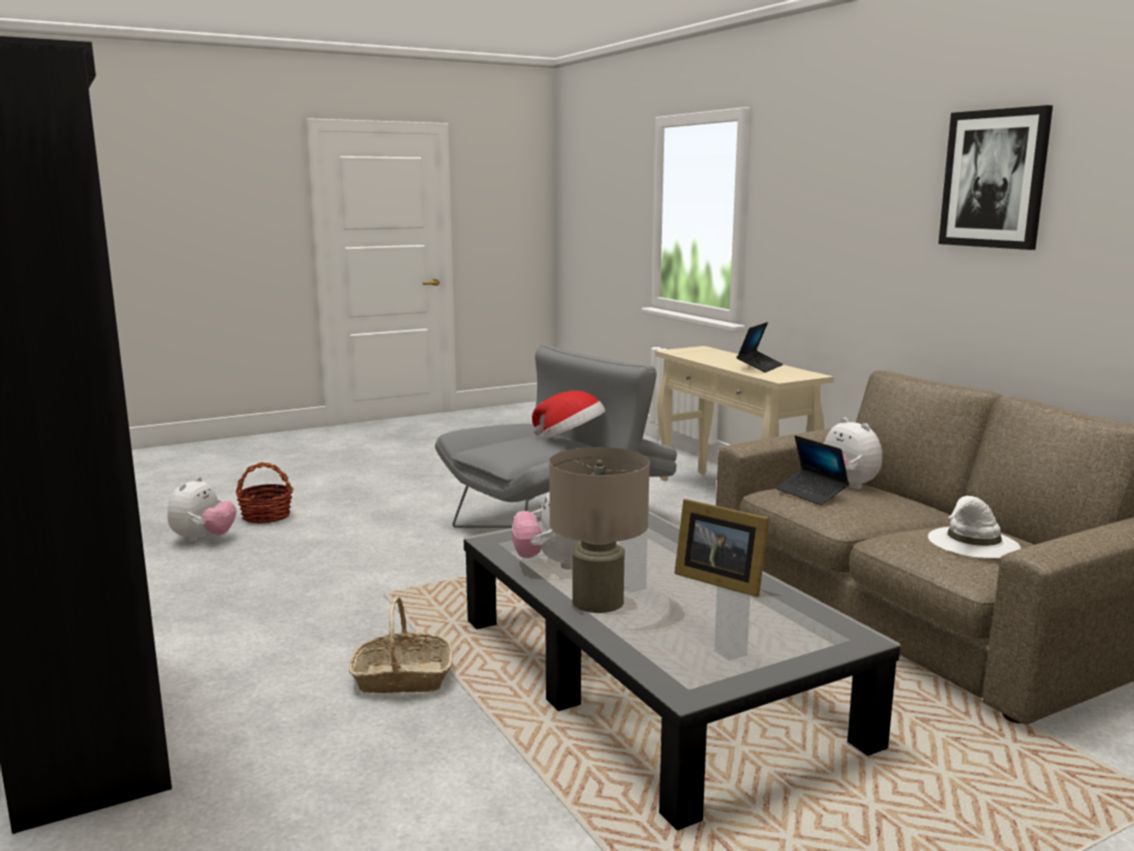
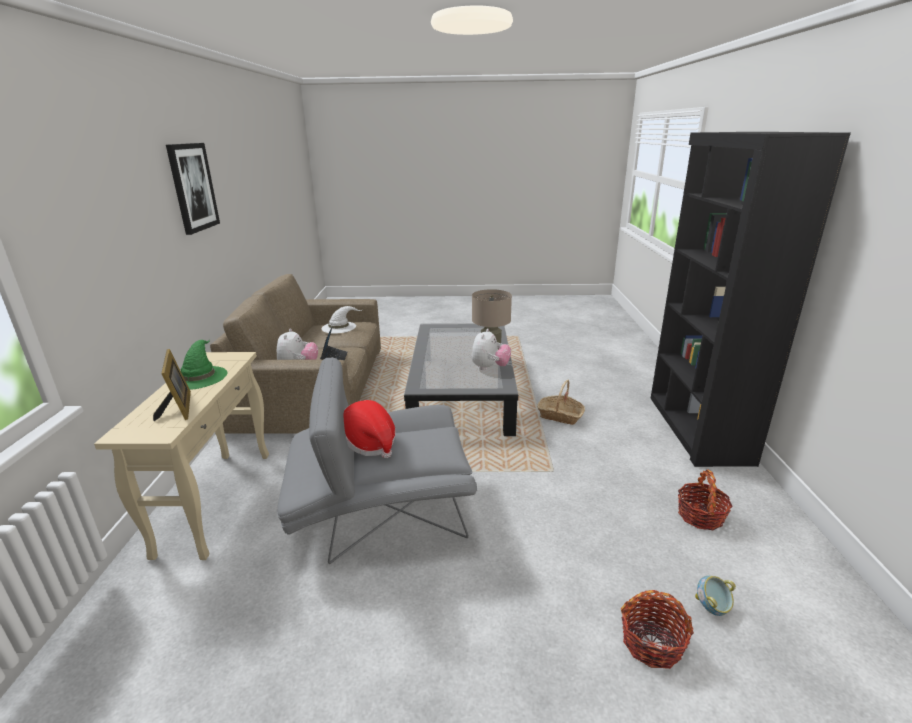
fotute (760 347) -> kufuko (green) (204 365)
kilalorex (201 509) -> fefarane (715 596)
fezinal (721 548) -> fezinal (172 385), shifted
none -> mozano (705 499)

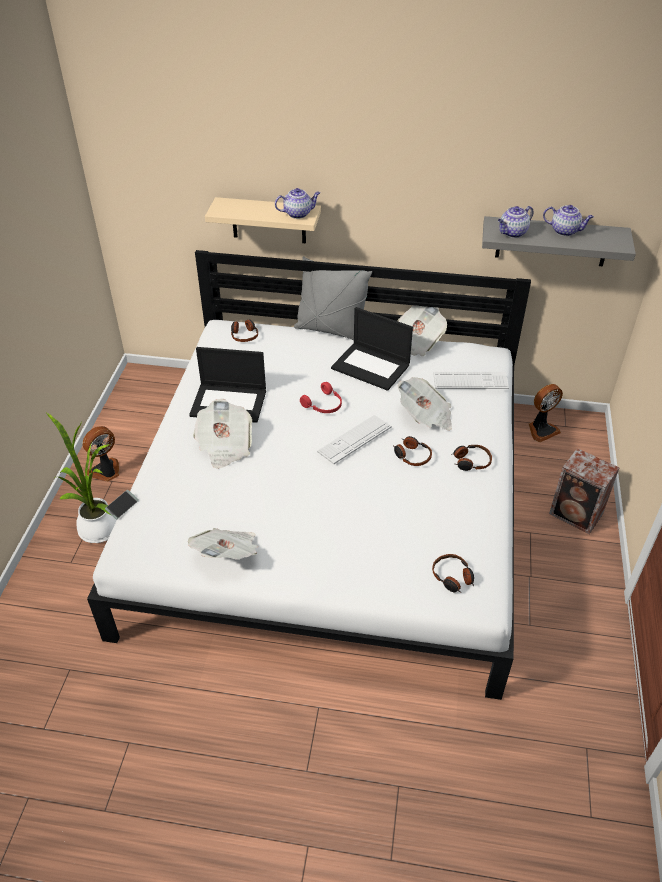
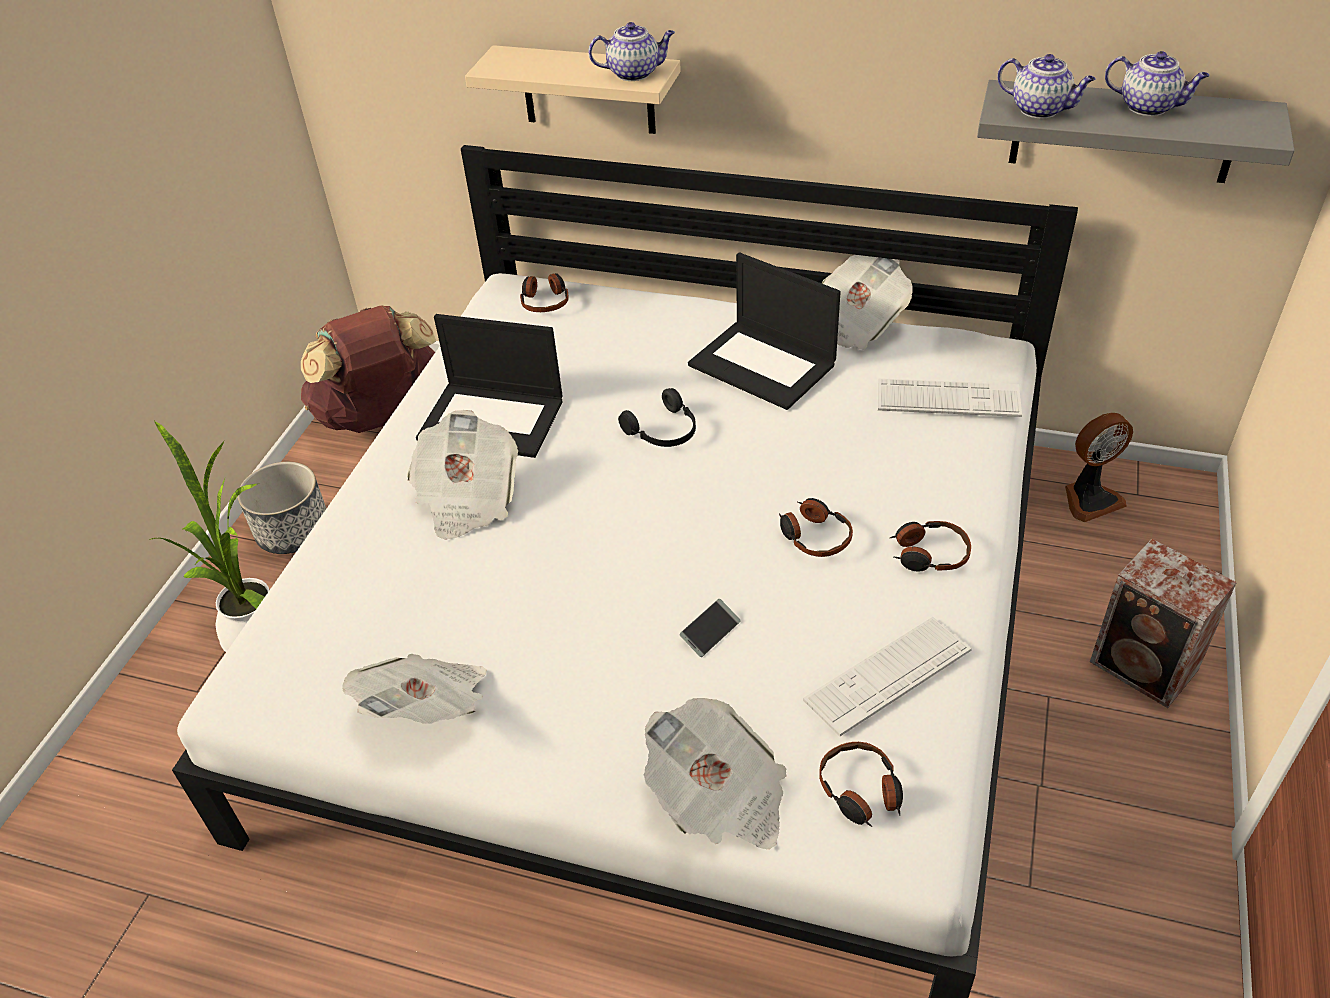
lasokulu (515 222) -> lasokulu (1047 86), 120 degrees counterclockwise
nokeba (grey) (333 298) -> none
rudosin (425 403) -> rudosin (715 773), shifted
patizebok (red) (321 397) -> patizebok (black) (657 417)
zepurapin (354 439) -> zepurapin (887 676), shifted
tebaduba (101 454) -> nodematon (282 508)
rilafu (122 504) -> rilafu (710 628), shifted
none -> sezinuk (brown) (368 369)

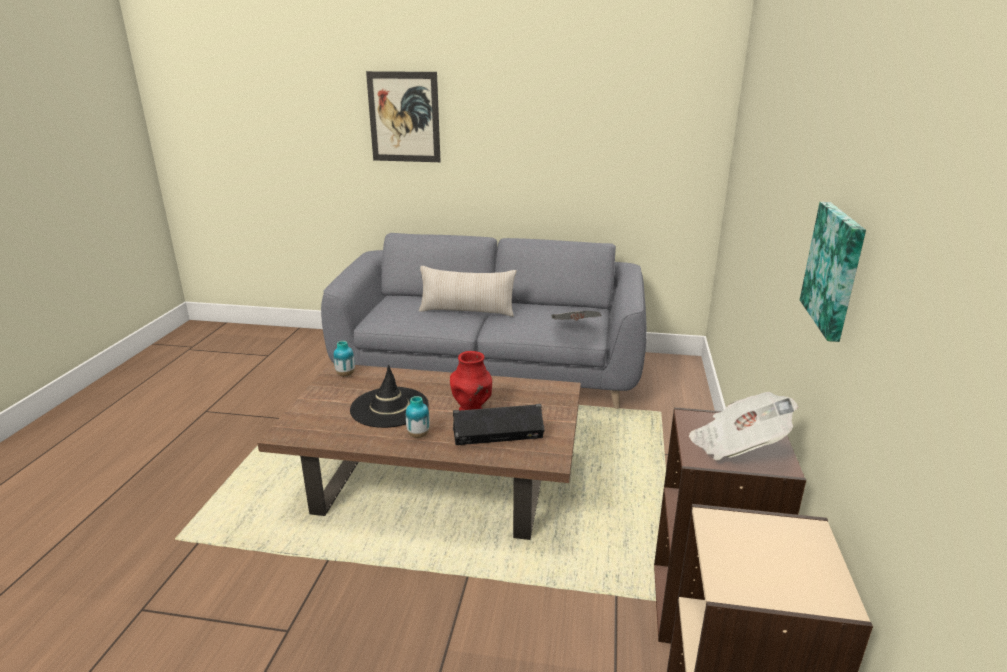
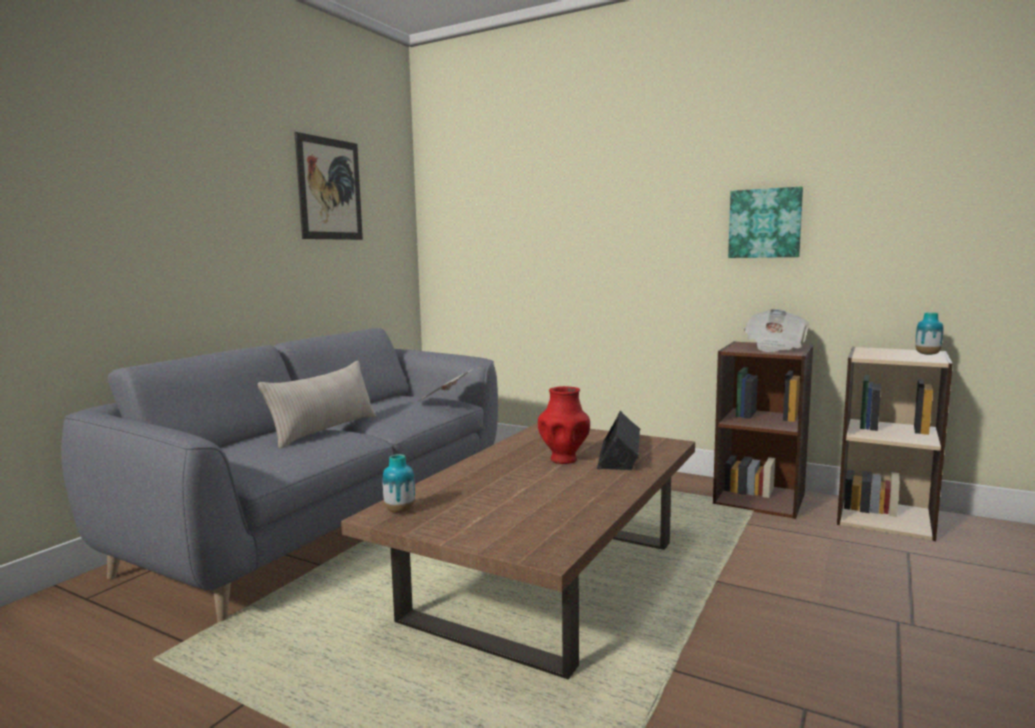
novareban (403 116) -> novareban (328 186), shifted
kufuko (black) (389 396) -> none
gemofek (418 417) -> gemofek (929 333), shifted

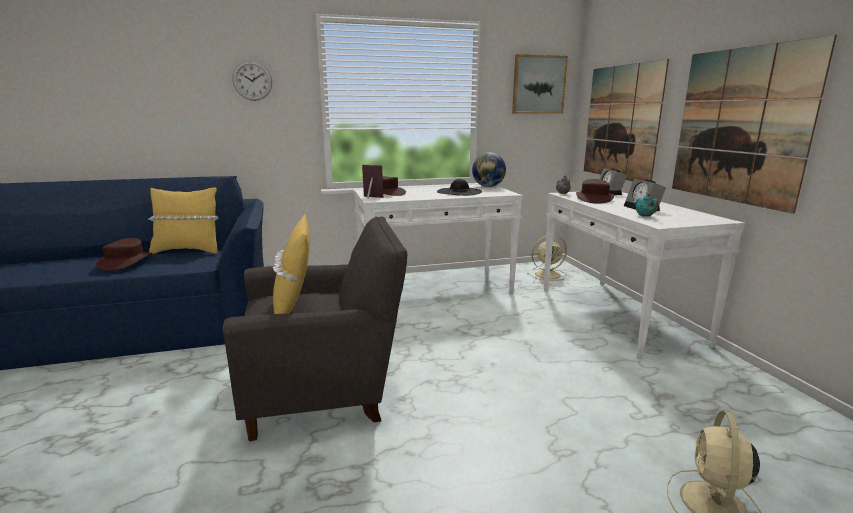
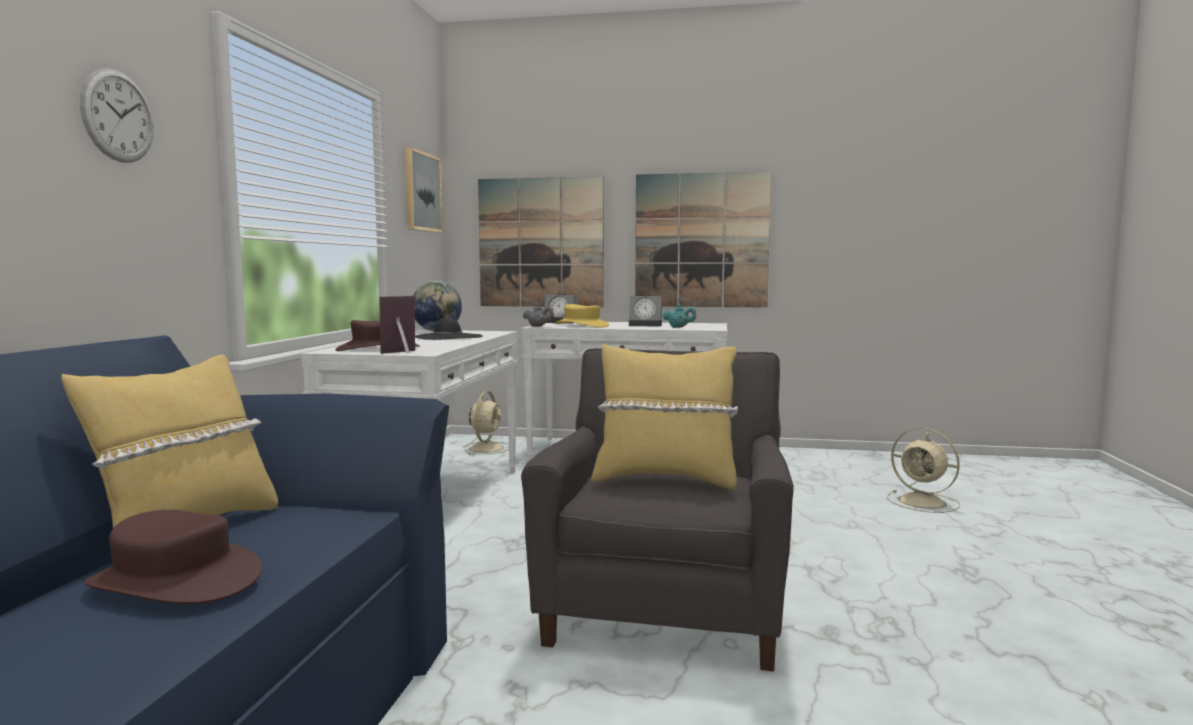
kufuko (brown) (595 191) -> kufuko (yellow) (582 316)

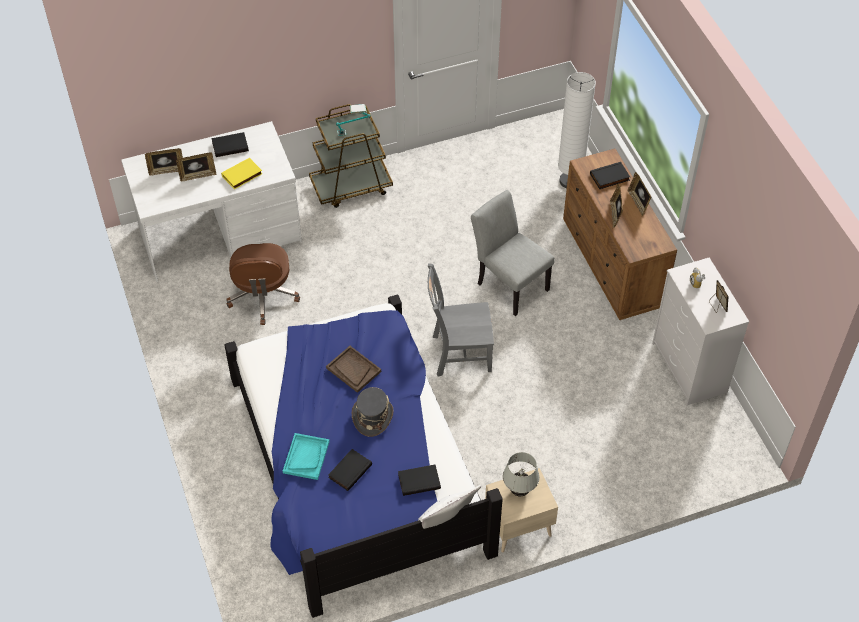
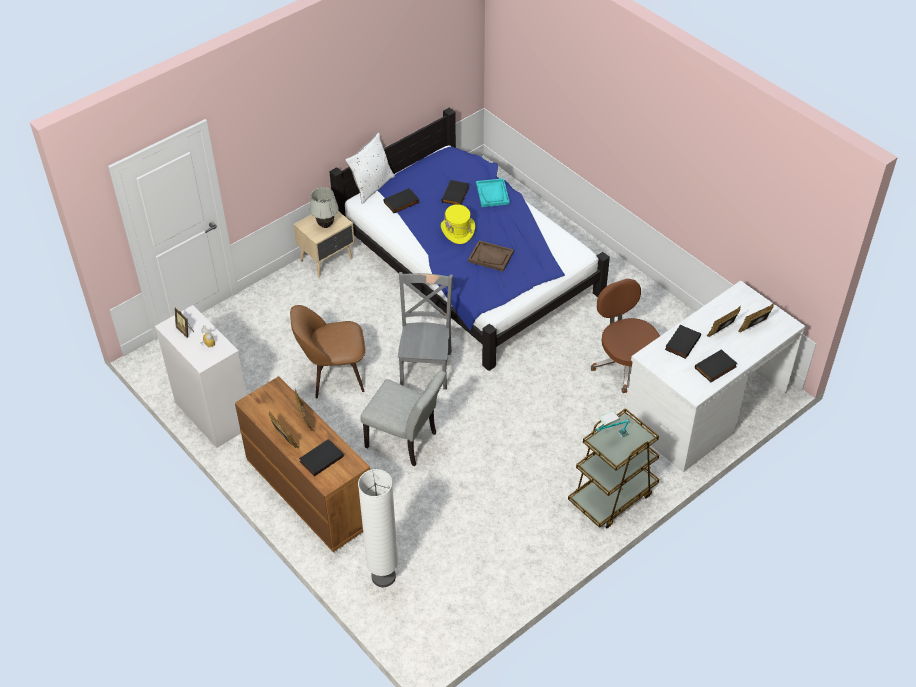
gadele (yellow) (241 173) -> gadele (black) (683 342)
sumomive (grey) (461 320) -> sumomive (grey) (425 331), 60 degrees counterclockwise
kufuko (grey) (373 412) -> kufuko (yellow) (458 224)
none -> sumomive (brown) (328 352)

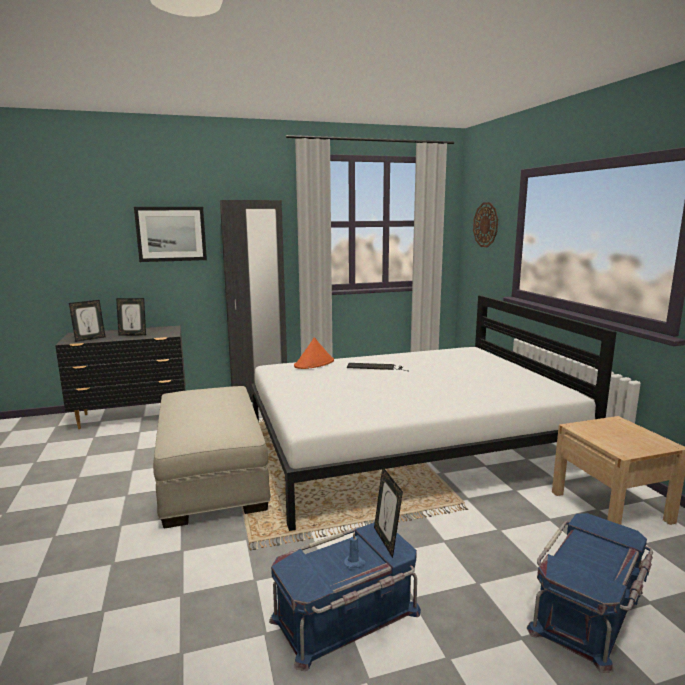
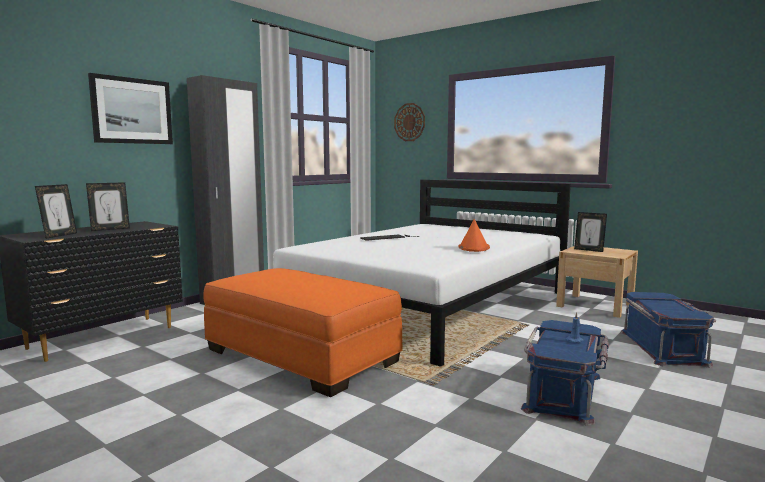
kufuko (orange) (314 353) -> kufuko (orange) (474 235), shifted
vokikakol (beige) (212 457) -> vokikakol (orange) (303 332)
fezinal (388 512) -> fezinal (590 232), shifted

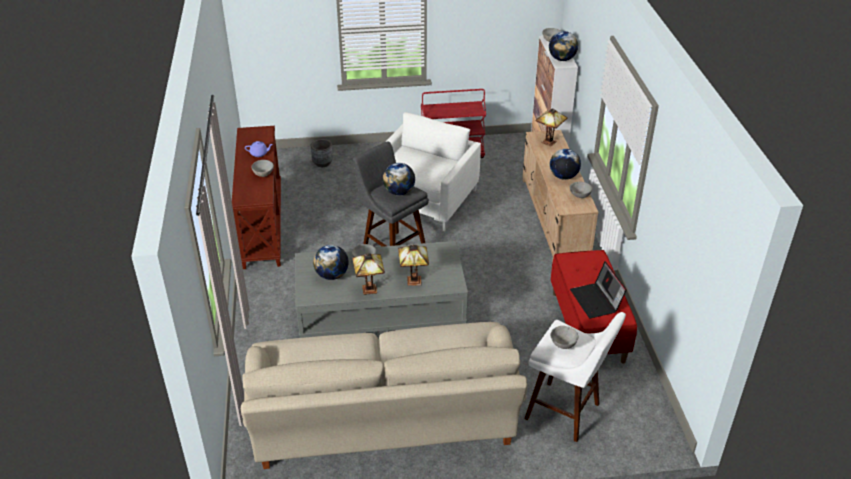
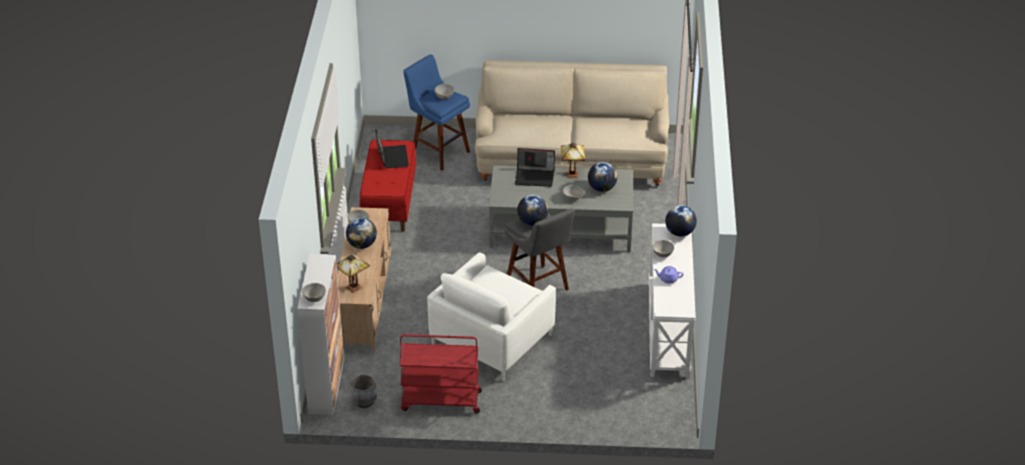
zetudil (563 46) -> zetudil (681 221), shifted
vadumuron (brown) (256 197) -> vadumuron (white) (672 300)
nodematon (grey) (322 153) -> nodematon (grey) (363 391), shifted
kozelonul (413 265) -> fotute (535 167)
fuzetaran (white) (575 377) -> fuzetaran (blue) (436 112)

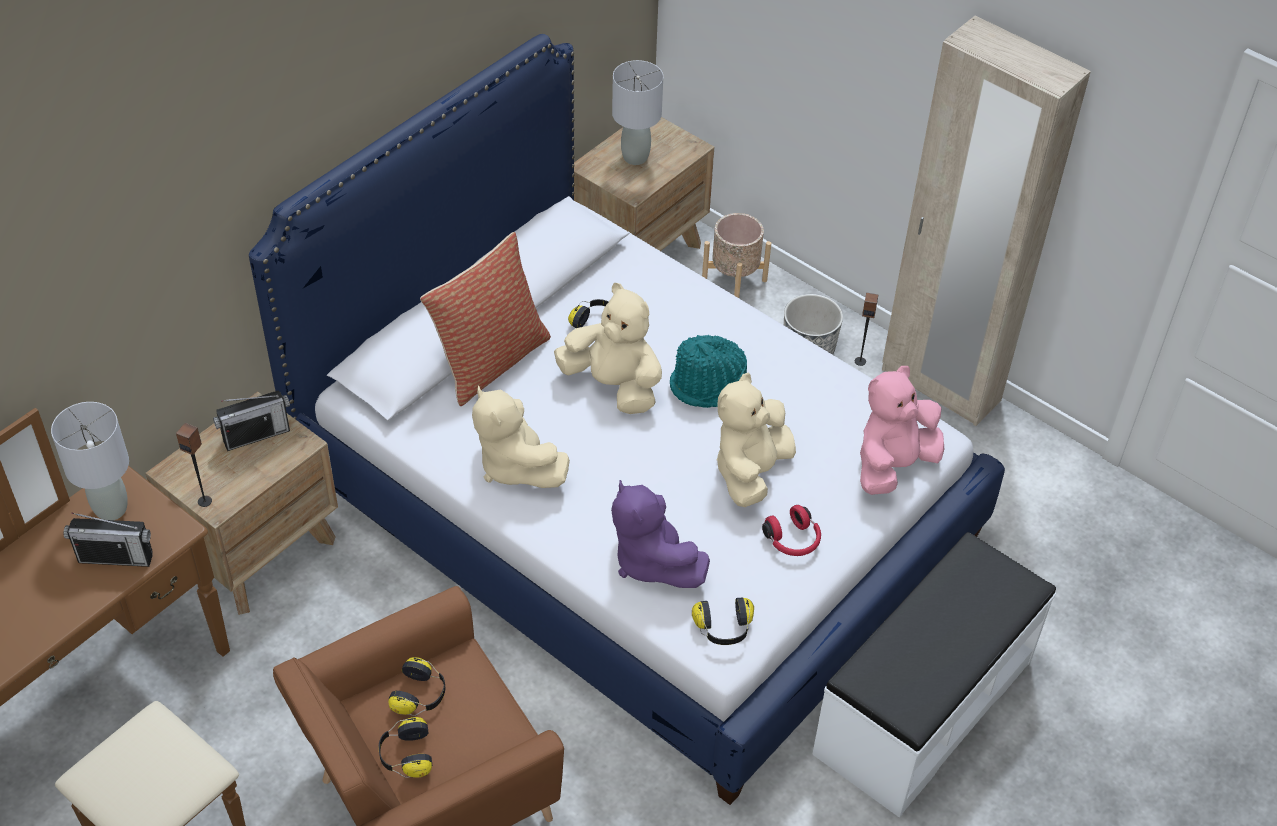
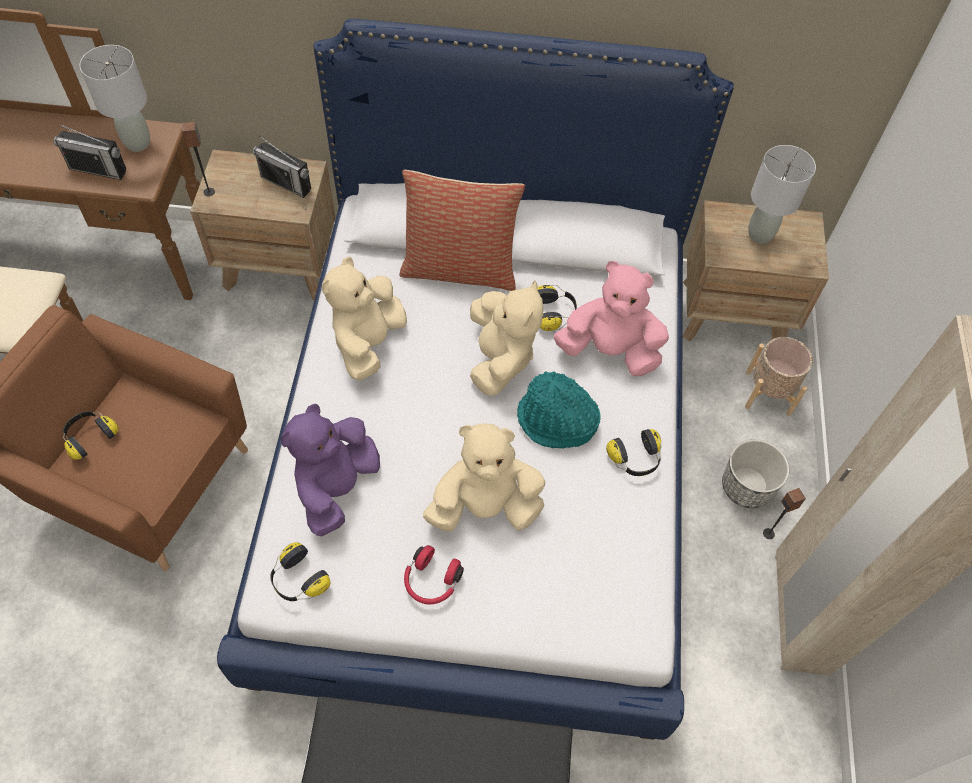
kilalorex (pink) (902 430) -> kilalorex (pink) (611 318), shifted
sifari (108 540) -> sifari (90 151), 45 degrees counterclockwise
patizebok (416 686) -> patizebok (633 452), shifted

